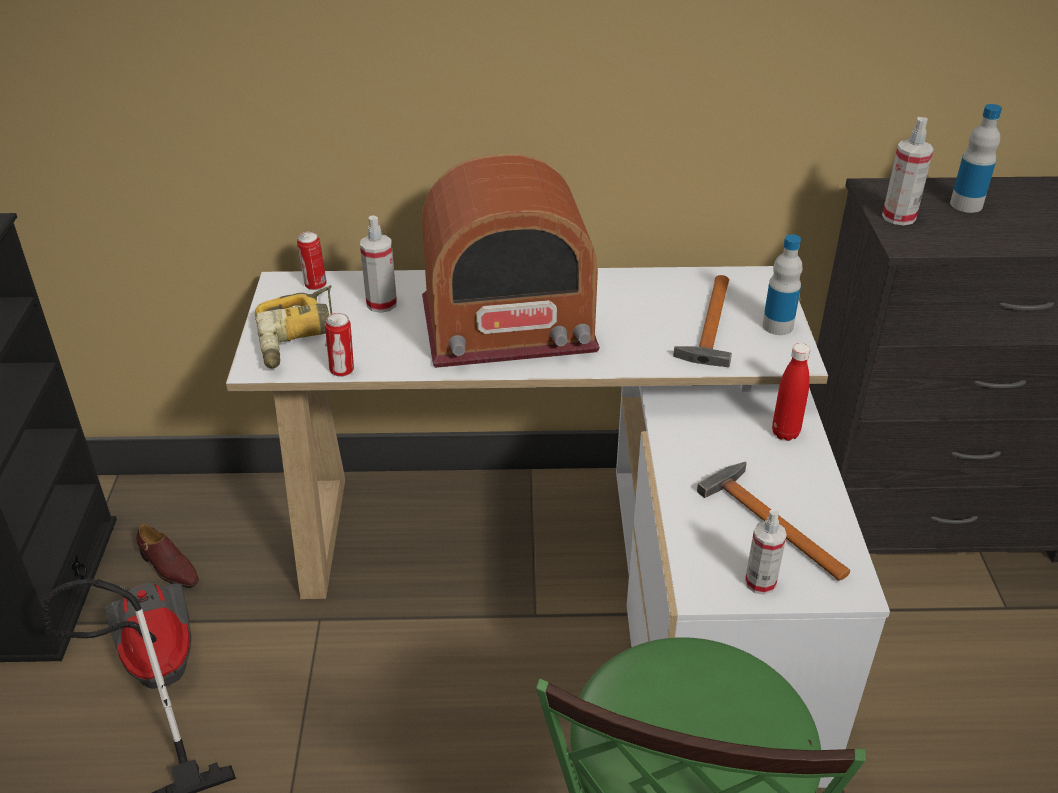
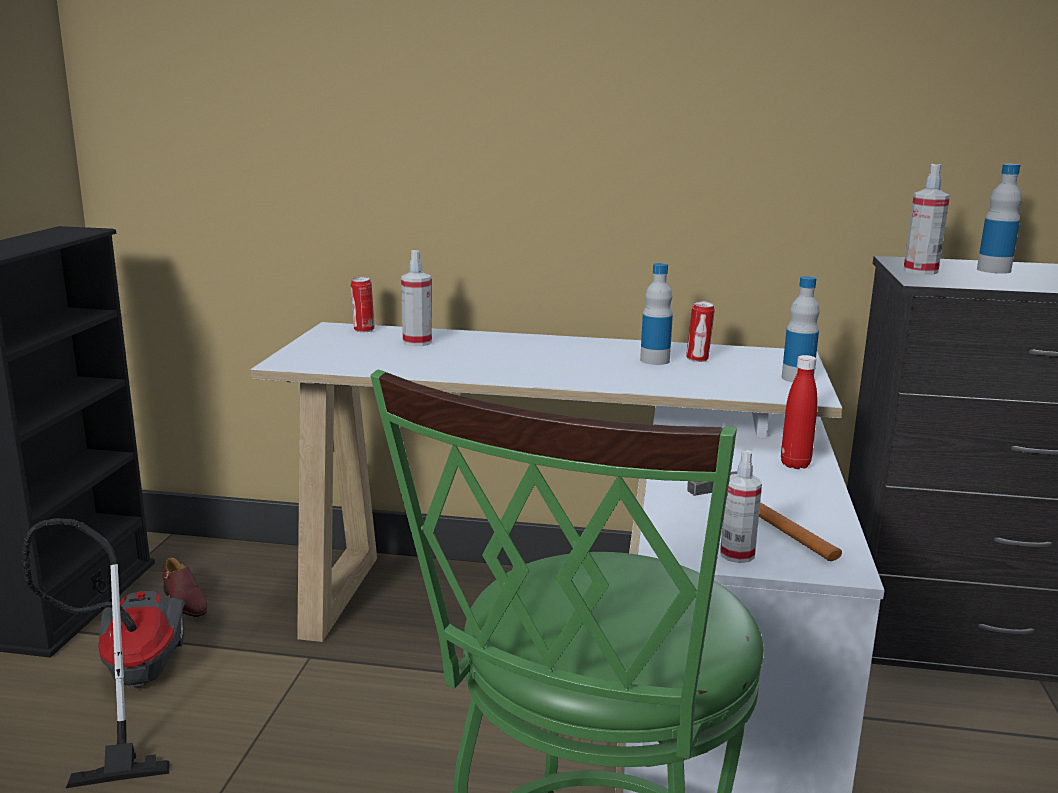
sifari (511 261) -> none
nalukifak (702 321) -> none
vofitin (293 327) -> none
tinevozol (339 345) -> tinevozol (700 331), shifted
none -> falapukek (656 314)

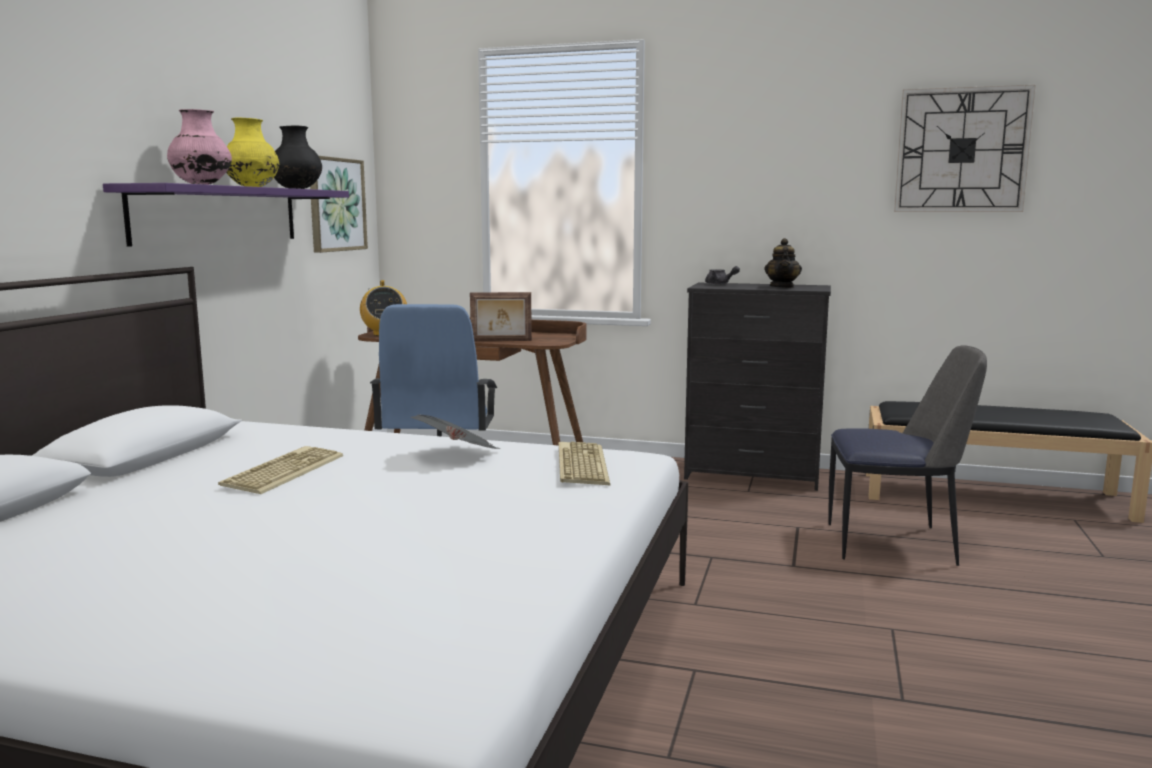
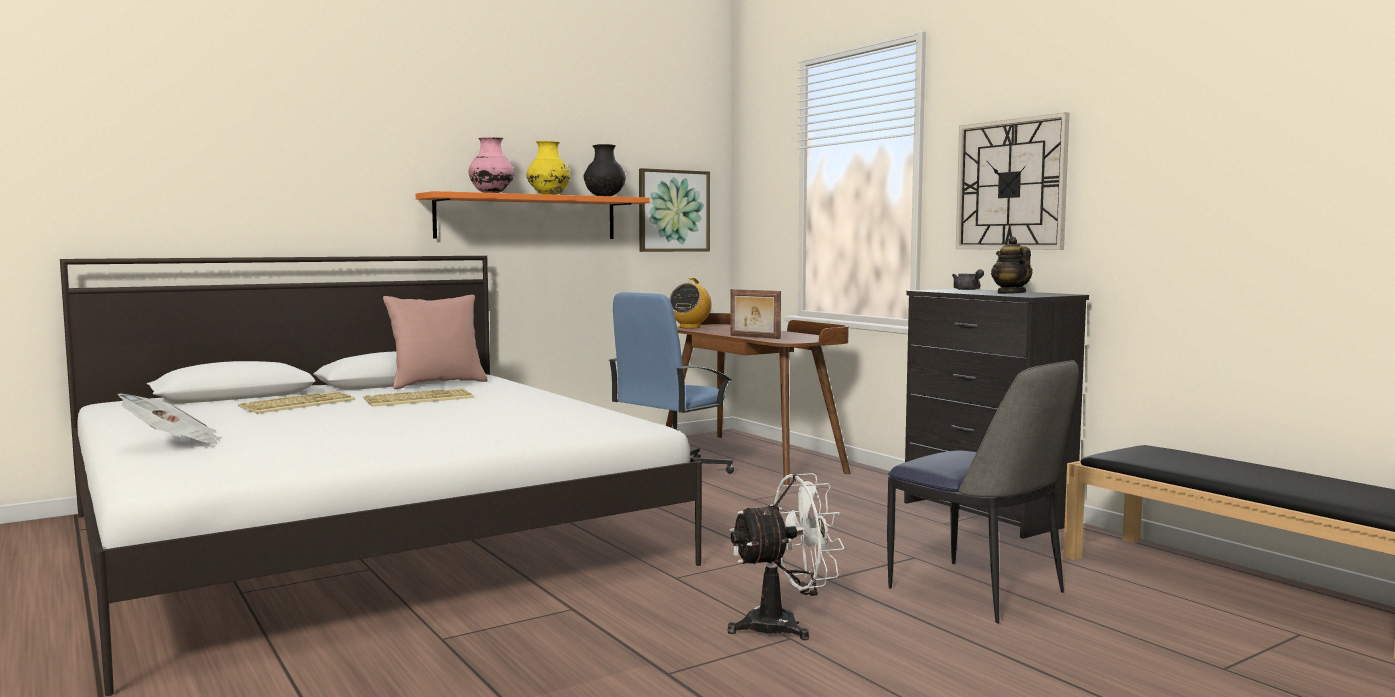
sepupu (965 148) -> sepupu (1012 181), shifted
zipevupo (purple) (226 215) -> zipevupo (orange) (533 215)
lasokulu (783 263) -> lasokulu (1011 265), 120 degrees clockwise
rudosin (456 432) -> rudosin (168 419), shifted
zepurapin (584 464) -> zepurapin (296 403), shifted
none -> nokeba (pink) (435 342)
none -> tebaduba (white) (786 556)

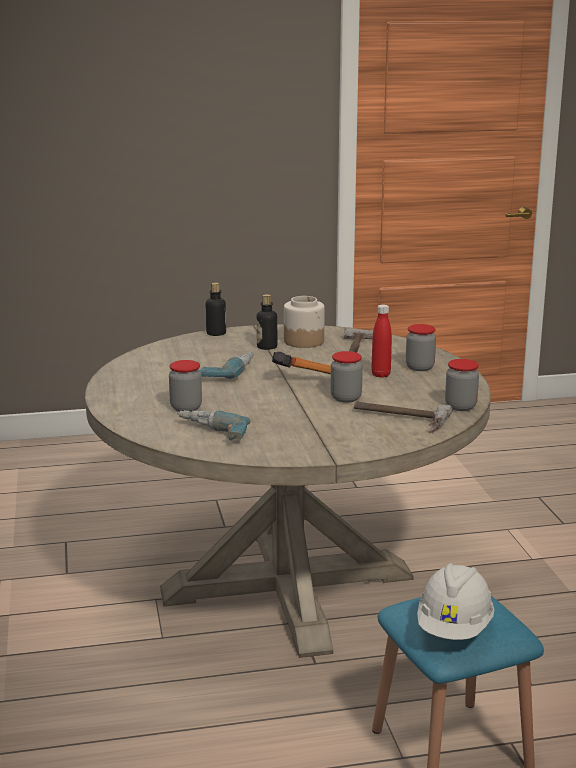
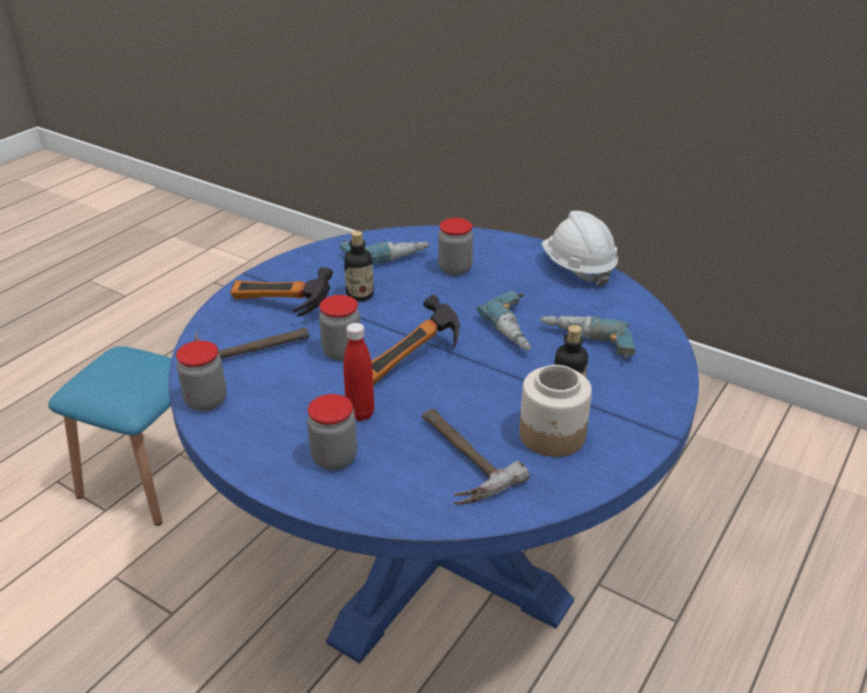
falapukek (216 309) -> falapukek (359 266), shifted
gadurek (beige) (288 491) -> gadurek (blue) (433 444)
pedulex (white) (455 601) -> pedulex (white) (579 249), shifted
none -> nalukifak (281 292)
none -> vofitin (588 337)

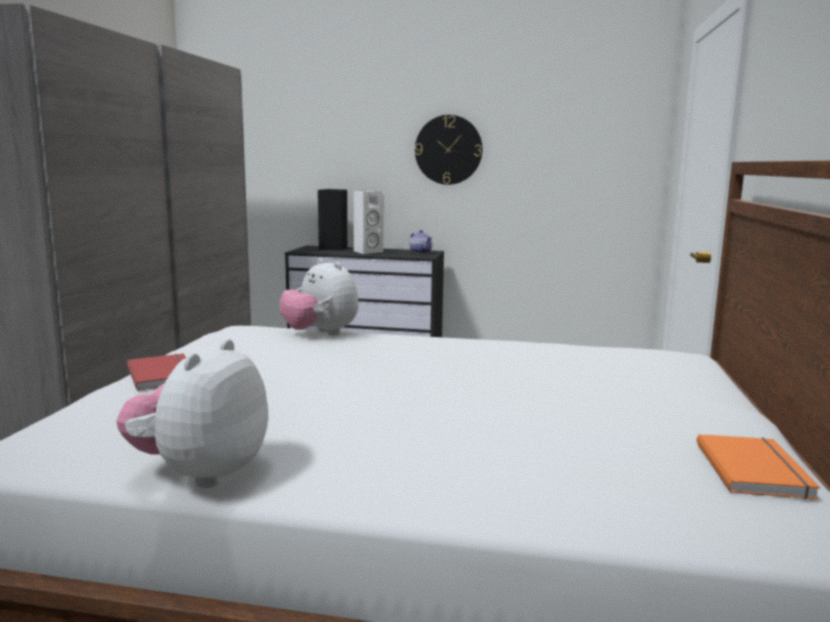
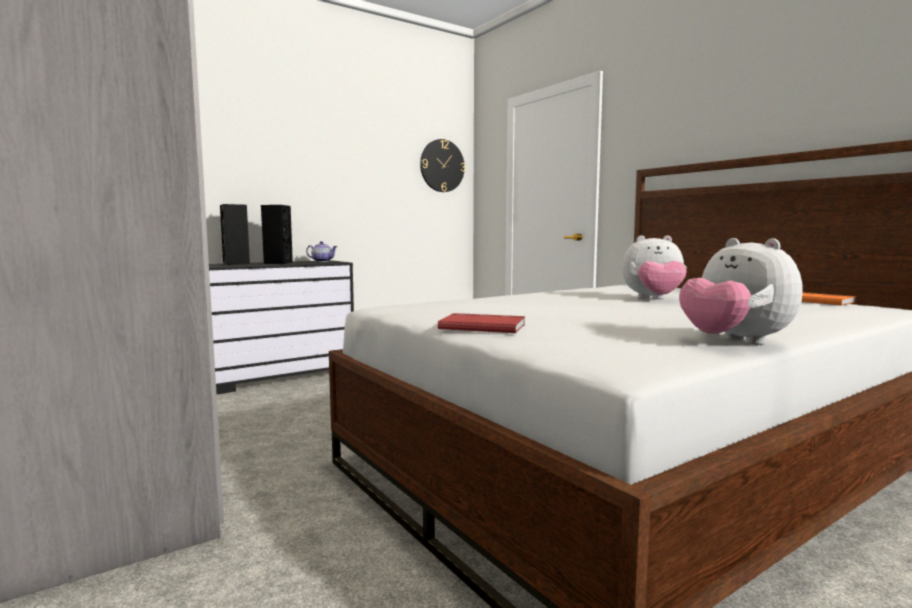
sepupu (449 150) -> sepupu (442 165), shifted
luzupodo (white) (368 222) -> luzupodo (black) (277 234)
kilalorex (319 297) -> kilalorex (654 267), shifted

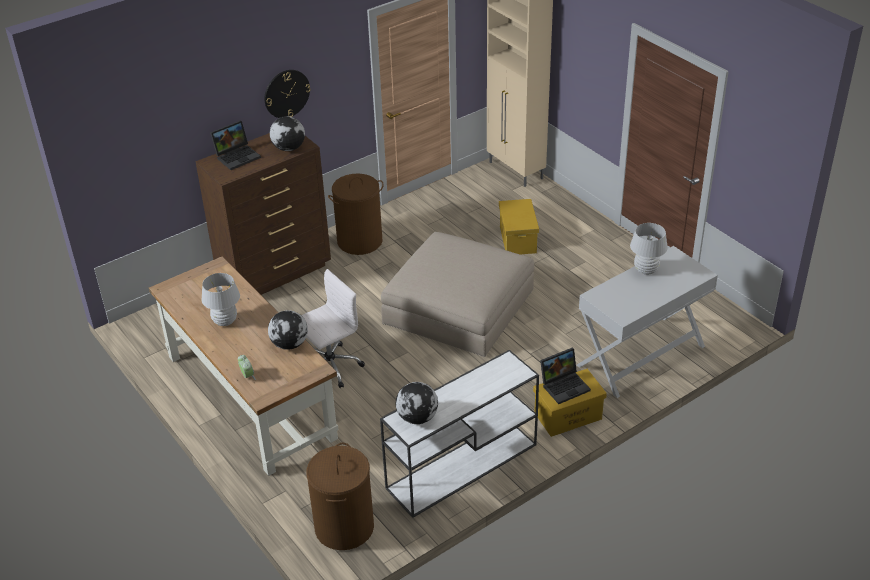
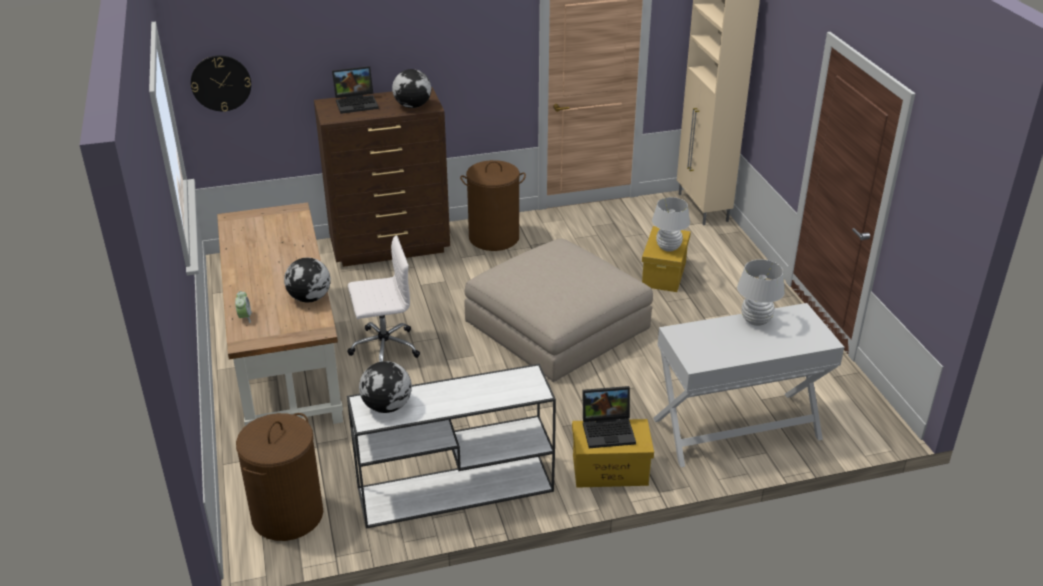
sepupu (287 94) -> sepupu (221 83), shifted
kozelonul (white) (220 299) -> kozelonul (white) (671 224), shifted

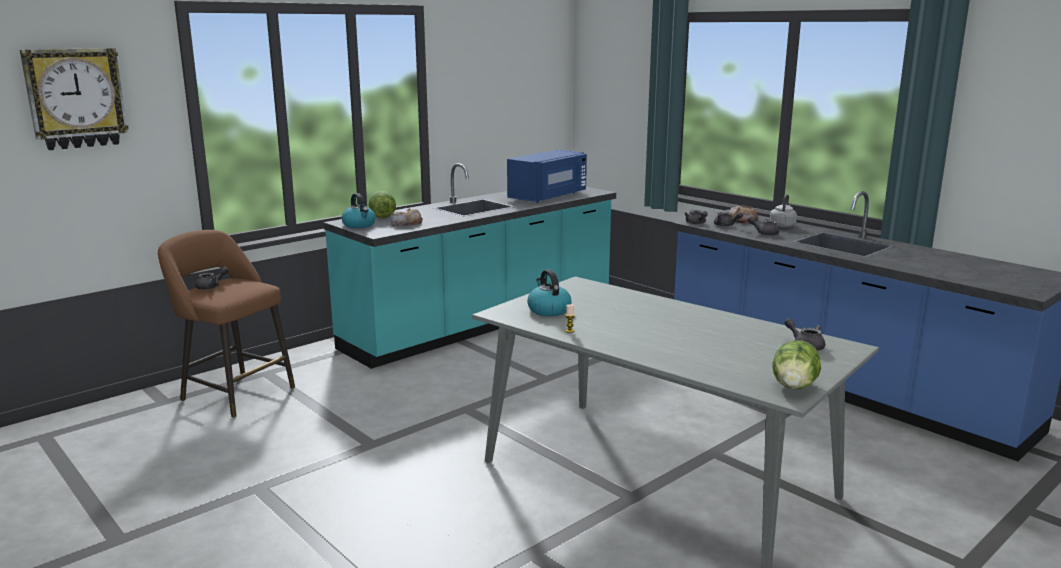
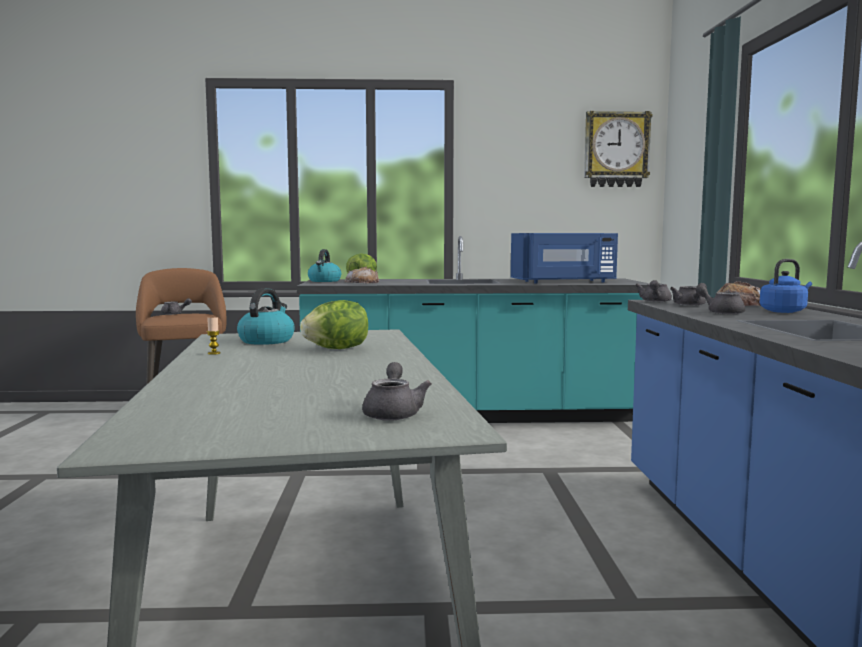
sepupu (74 99) -> sepupu (618 149), shifted
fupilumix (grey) (783 211) -> fupilumix (blue) (786 286)
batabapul (796 364) -> batabapul (334 324), shifted

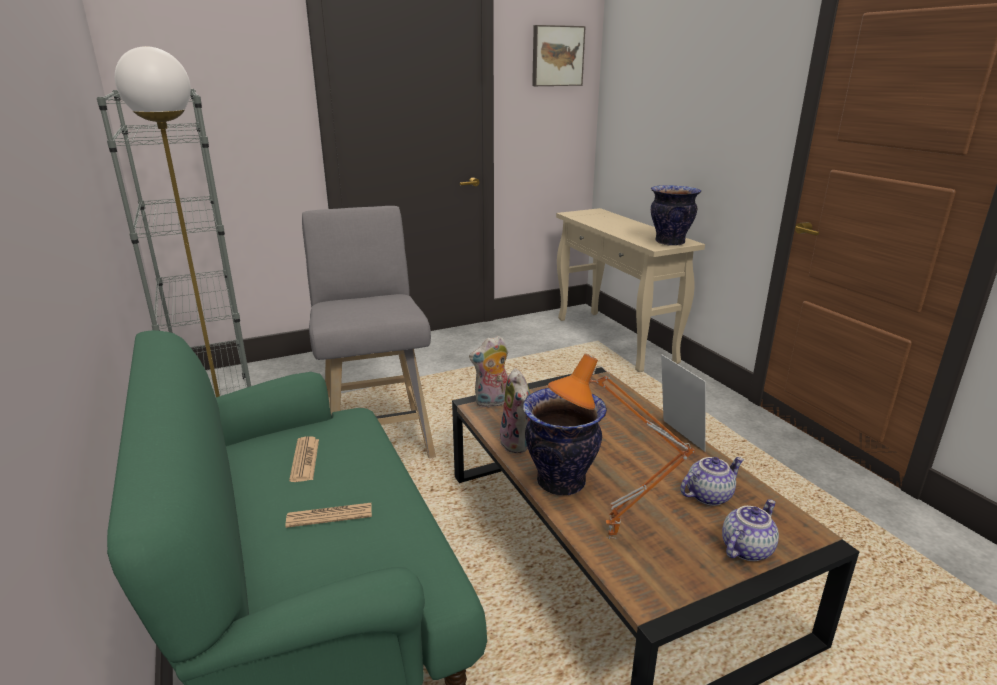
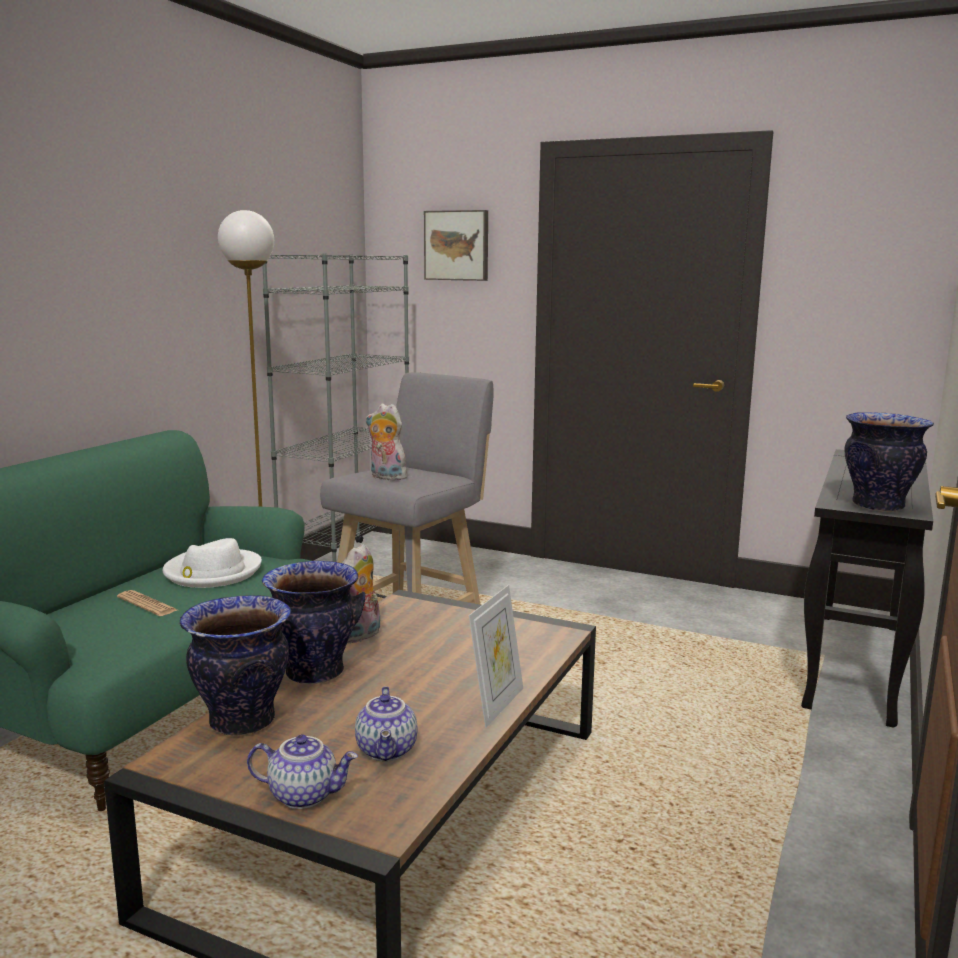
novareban (559 55) -> novareban (456 245), shifted
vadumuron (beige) (630 290) -> vadumuron (black) (867 588)
kilalorex (489 371) -> kilalorex (386 442), shifted
kozelonul (orange) (621 446) -> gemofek (235 665)
rudosin (304 459) -> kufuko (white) (212 563)
lasokulu (712 481) -> lasokulu (386 723), 60 degrees clockwise

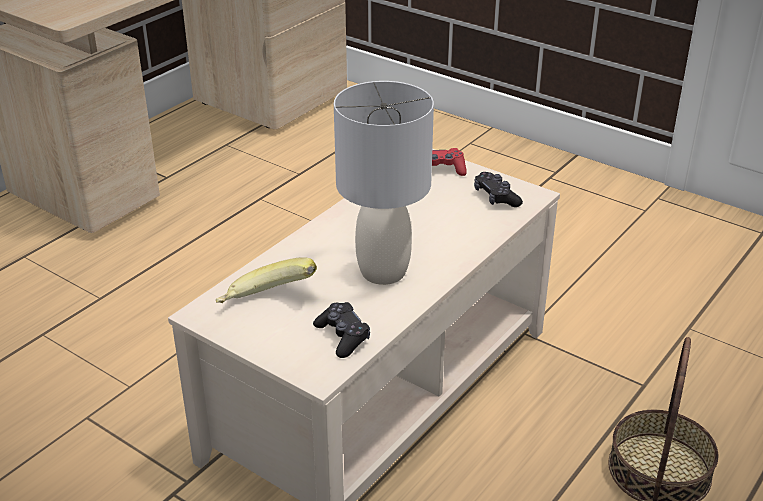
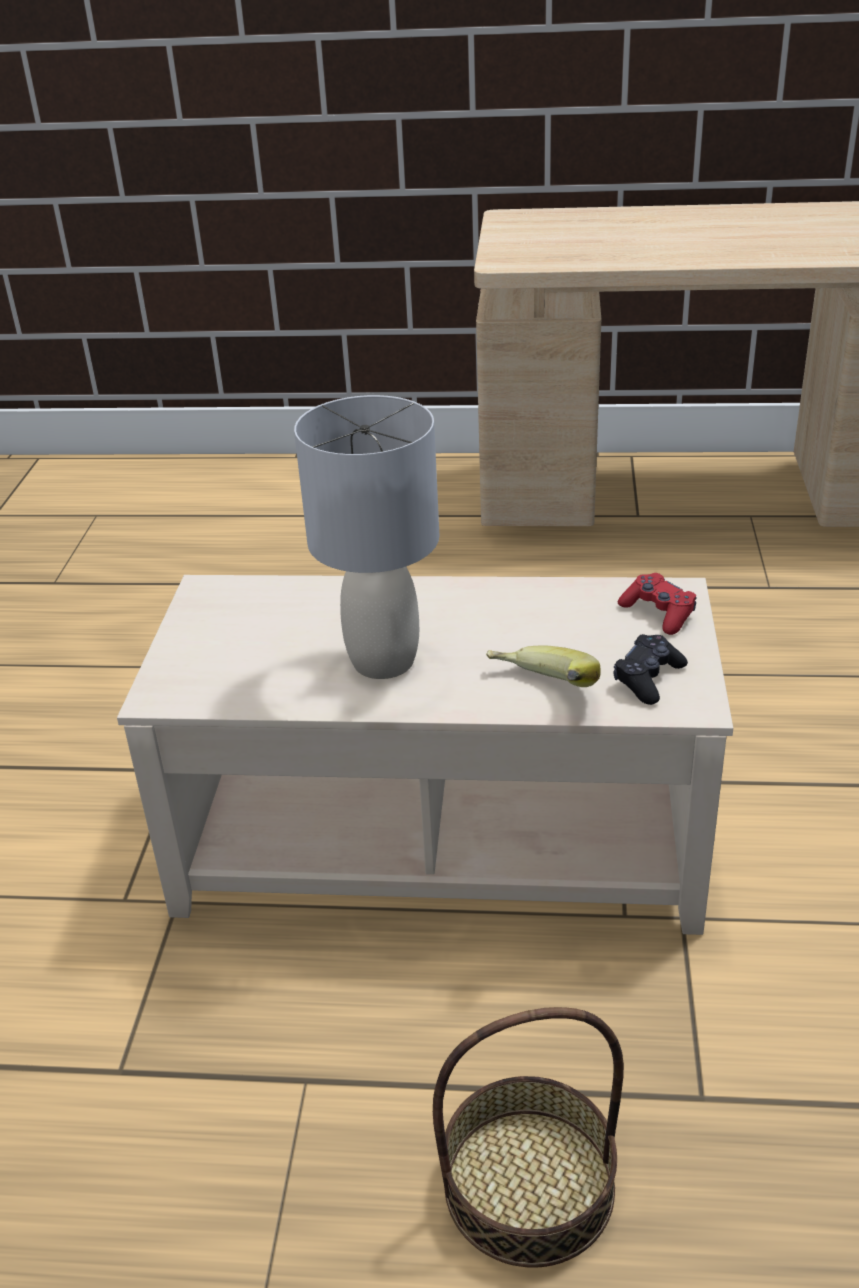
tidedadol (266 280) -> tidedadol (543 666), shifted
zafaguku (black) (341 330) -> none

